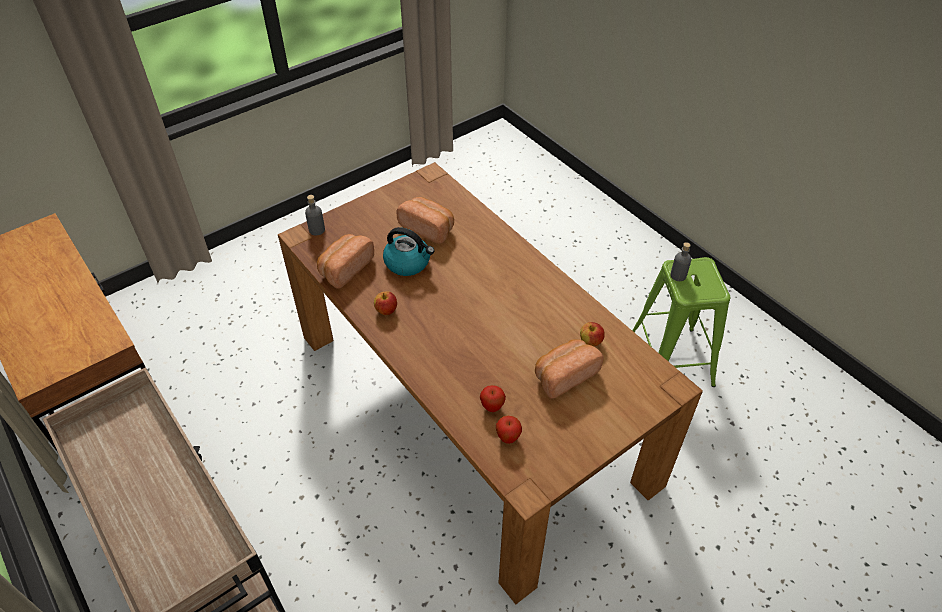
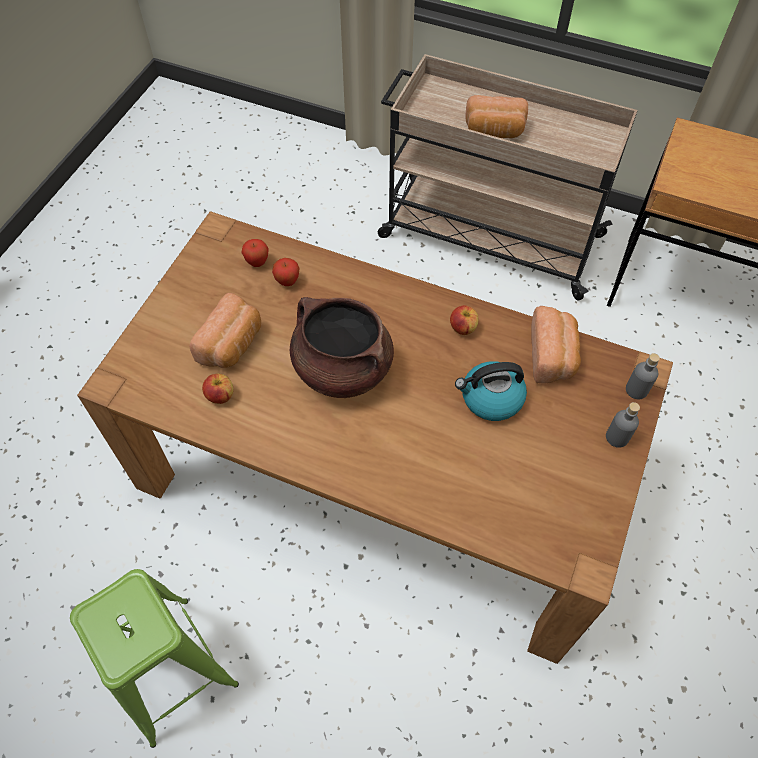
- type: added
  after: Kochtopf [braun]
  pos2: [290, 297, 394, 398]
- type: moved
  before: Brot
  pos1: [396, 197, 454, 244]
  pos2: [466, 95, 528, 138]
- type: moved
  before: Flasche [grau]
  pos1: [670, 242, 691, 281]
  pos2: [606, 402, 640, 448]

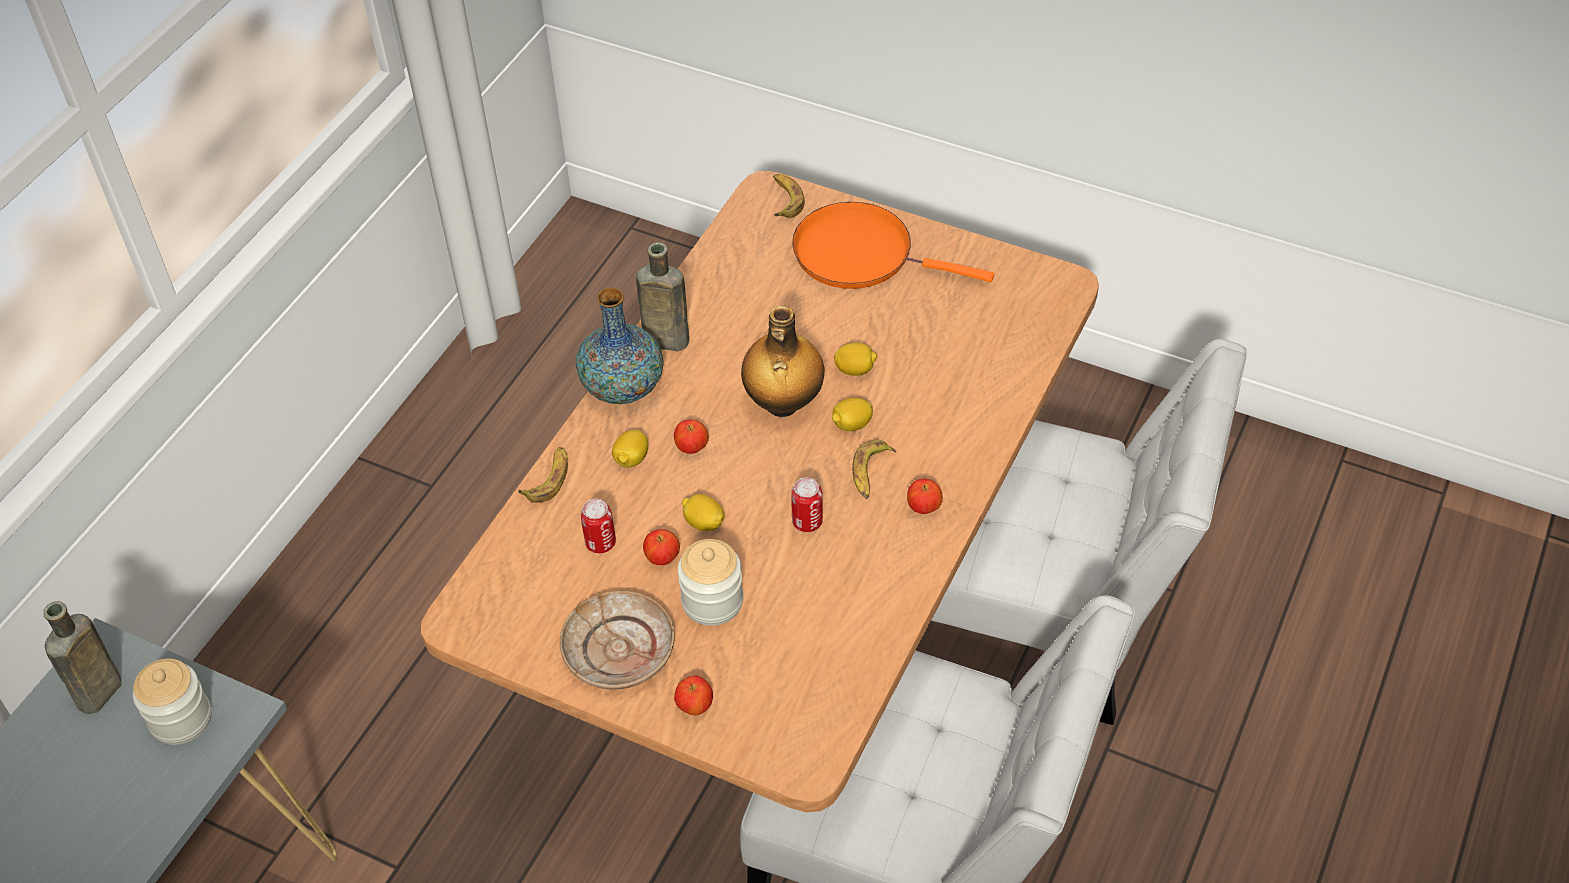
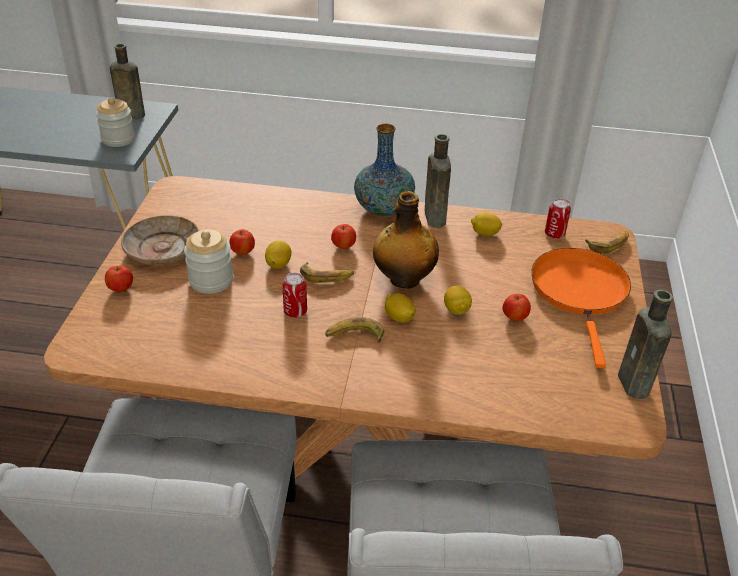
- type: moved
  before: Banane
  pos1: [518, 447, 568, 503]
  pos2: [300, 262, 354, 283]
- type: moved
  before: Zitrone
  pos1: [612, 430, 648, 468]
  pos2: [471, 213, 502, 236]
- type: moved
  before: Apfel
  pos1: [907, 479, 943, 514]
  pos2: [503, 294, 531, 321]
- type: moved
  before: Dose
  pos1: [581, 499, 616, 553]
  pos2: [545, 198, 571, 239]
- type: added
  after: Flasche [braun]
  pos2: [618, 289, 673, 399]

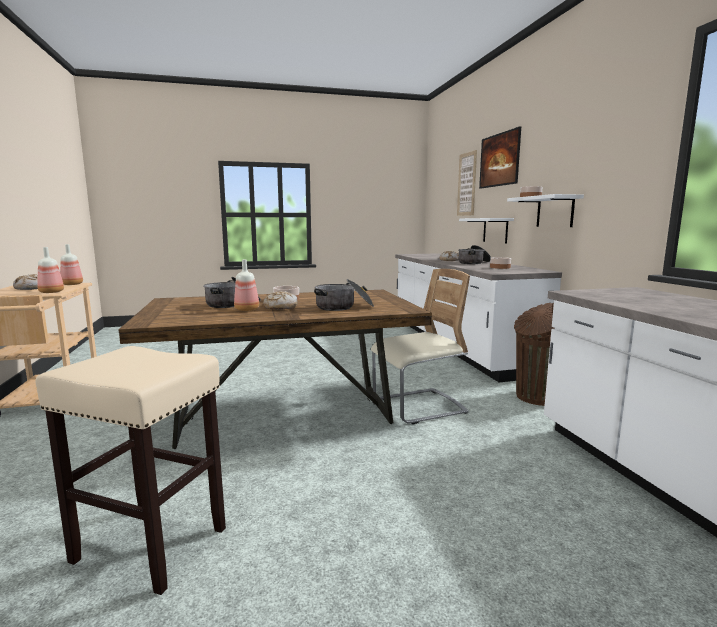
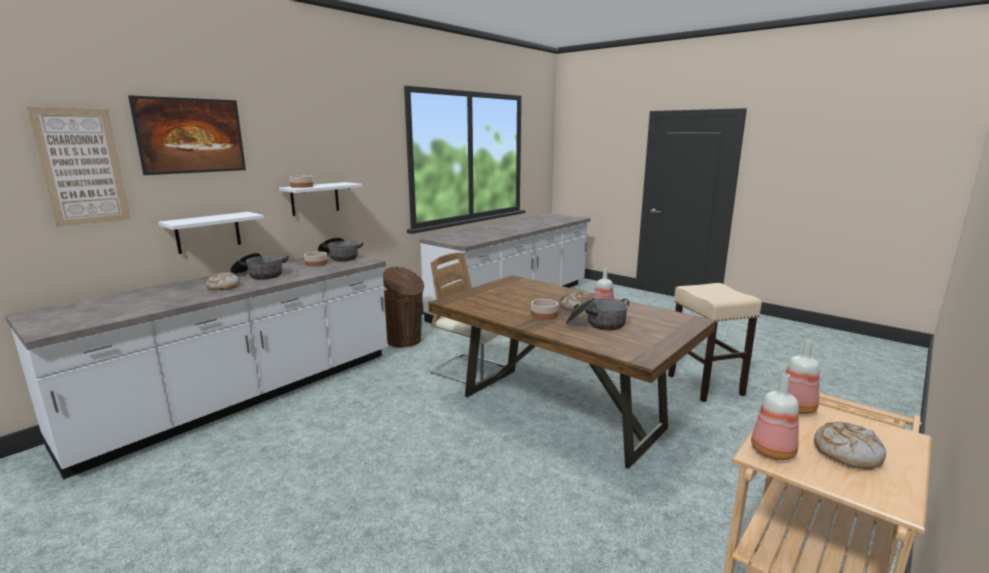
- type: moved
  before: Kochtopf
  pos1: [314, 279, 374, 311]
  pos2: [318, 238, 363, 261]

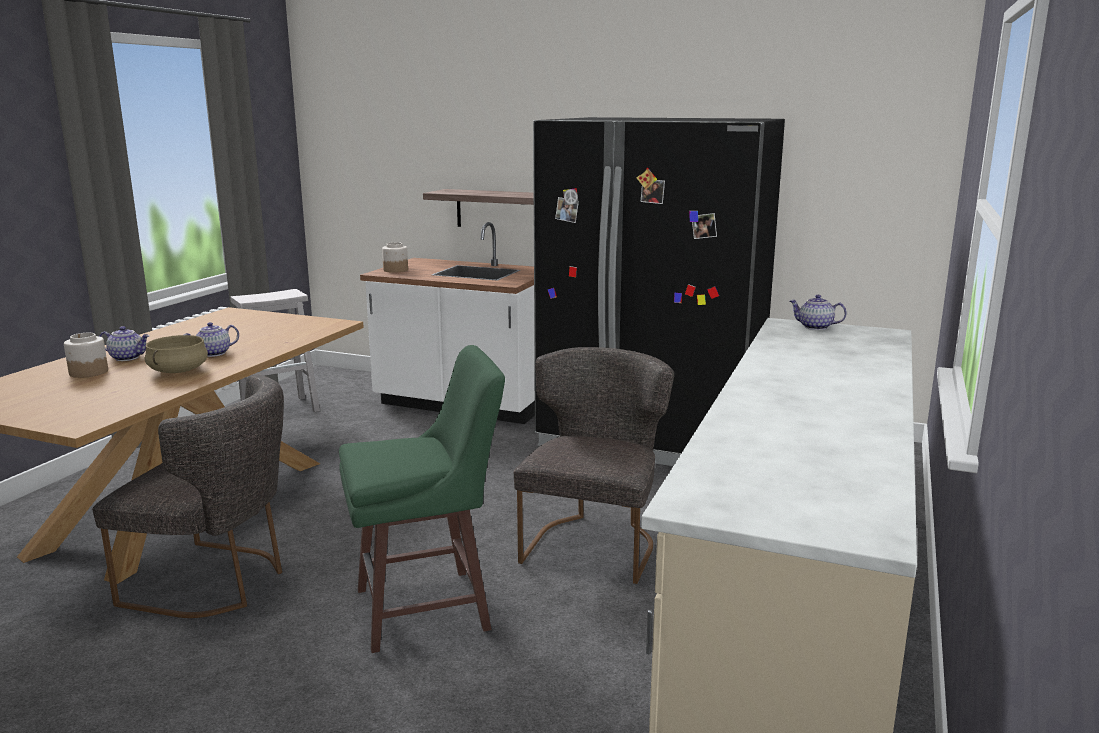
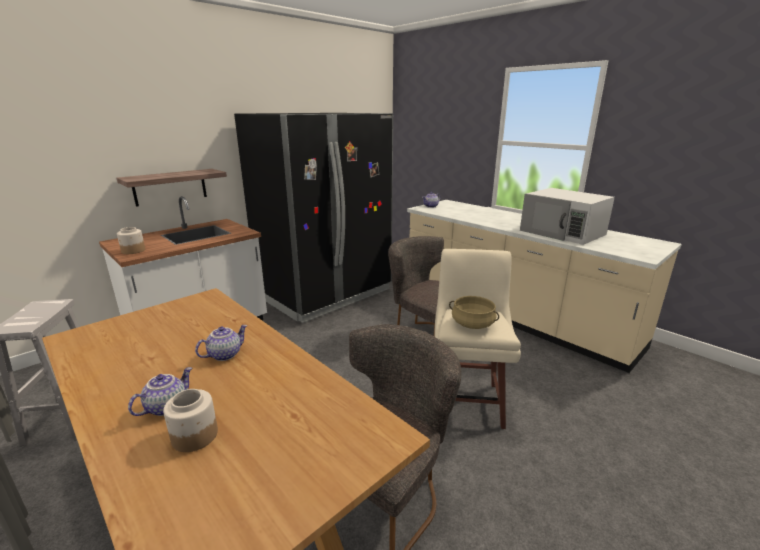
- type: turned
  before: Teekanne
  pos1: [184, 322, 239, 357]
  pos2: [195, 325, 248, 361]
  turn: -120
- type: recoloured
  before: Hocker [grün]
  after: Hocker [beige]
  pos1: [339, 345, 505, 653]
  pos2: [435, 249, 521, 429]
- type: moved
  before: Kochtopf [beige]
  pos1: [145, 335, 208, 373]
  pos2: [449, 296, 499, 329]
- type: added
  after: Mikrowelle [weiß]
  pos2: [520, 188, 615, 245]

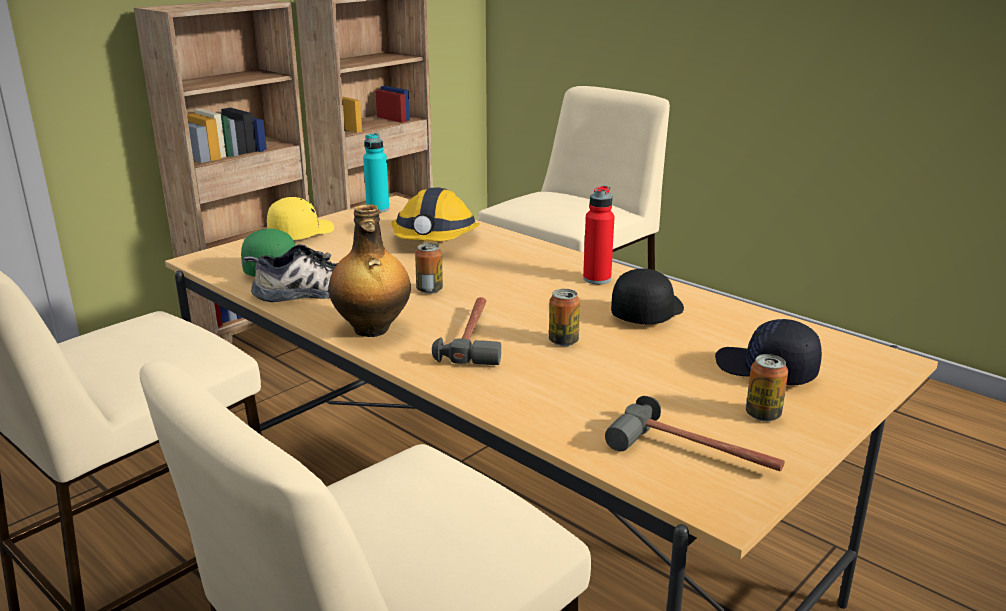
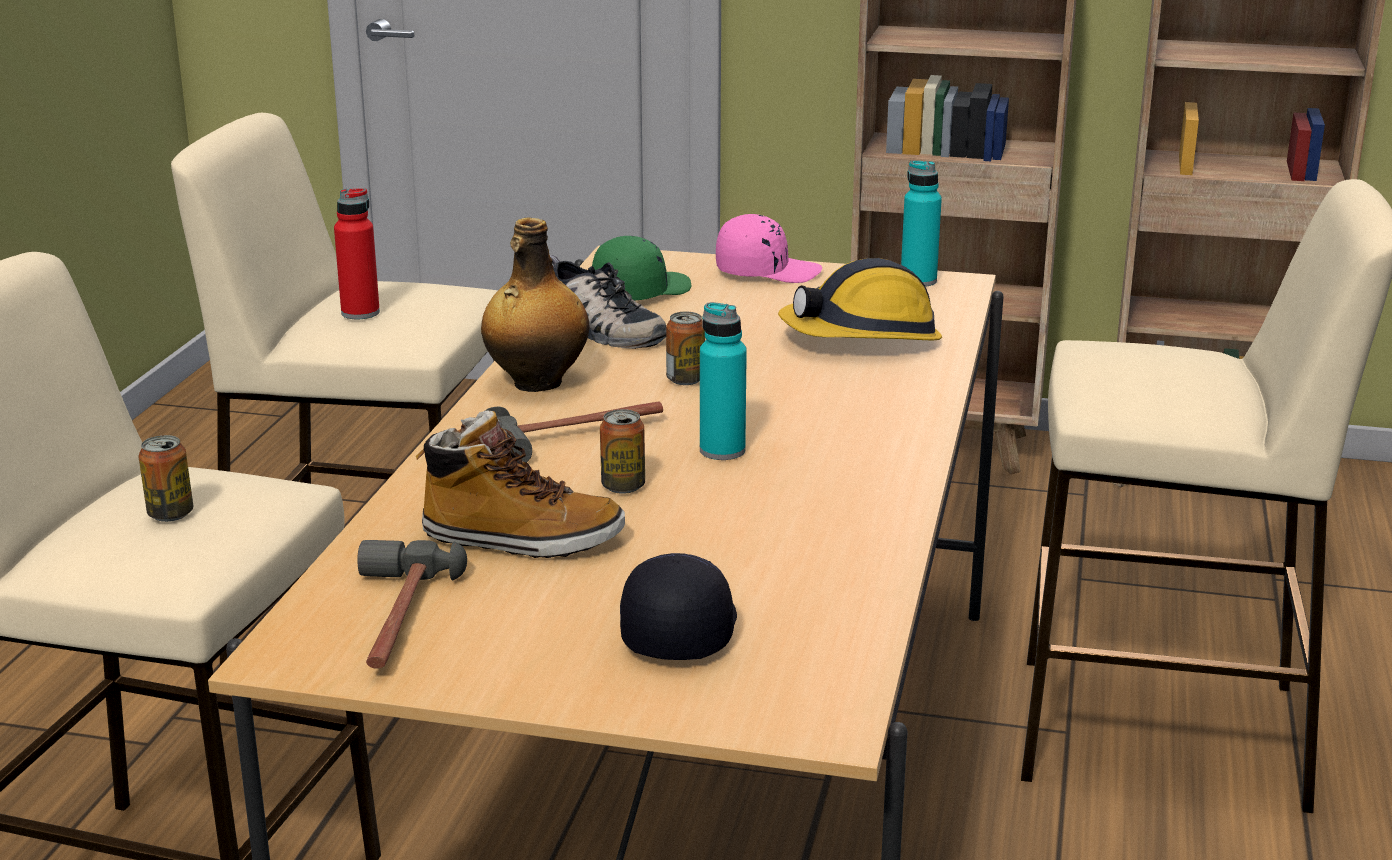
- type: moved
  before: Dose
  pos1: [746, 354, 788, 422]
  pos2: [138, 435, 193, 522]
- type: moved
  before: Flasche [rot]
  pos1: [583, 186, 615, 284]
  pos2: [334, 188, 380, 319]
- type: added
  after: Stiefel
  pos2: [416, 411, 625, 558]
- type: added
  after: Flasche [türkis]
  pos2: [700, 302, 747, 460]
- type: recoloured
  before: Kappe [gelb]
  after: Kappe [rosa]
  pos1: [267, 197, 334, 240]
  pos2: [716, 214, 822, 283]
- type: removed
  before: Kappe [schwarz]
  pos1: [611, 268, 684, 325]

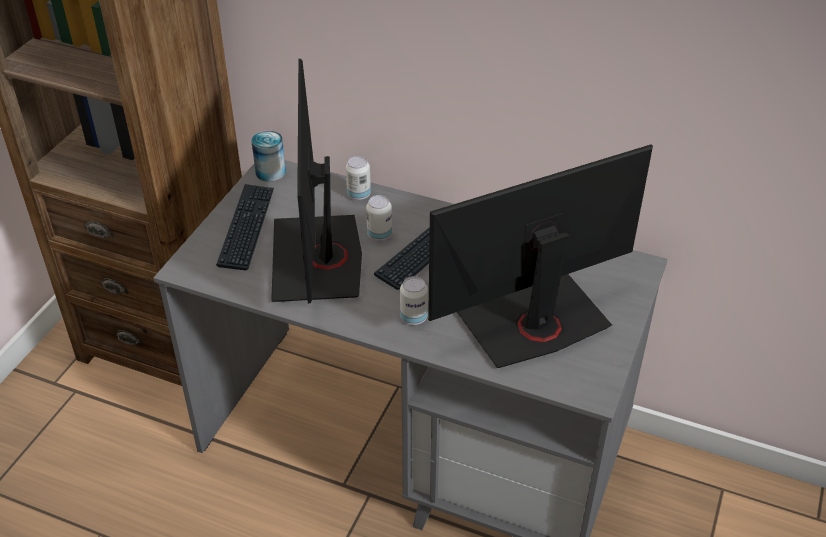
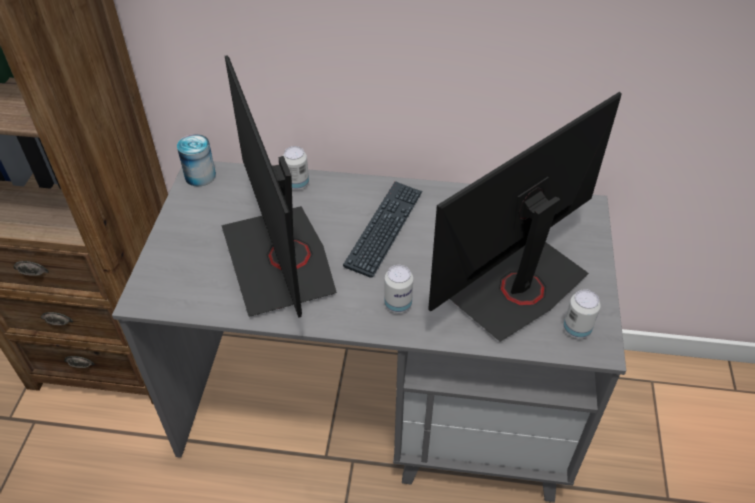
- type: moved
  before: Dose
  pos1: [366, 195, 392, 241]
  pos2: [563, 289, 601, 339]
- type: removed
  before: Tastatur
  pos1: [216, 184, 274, 270]

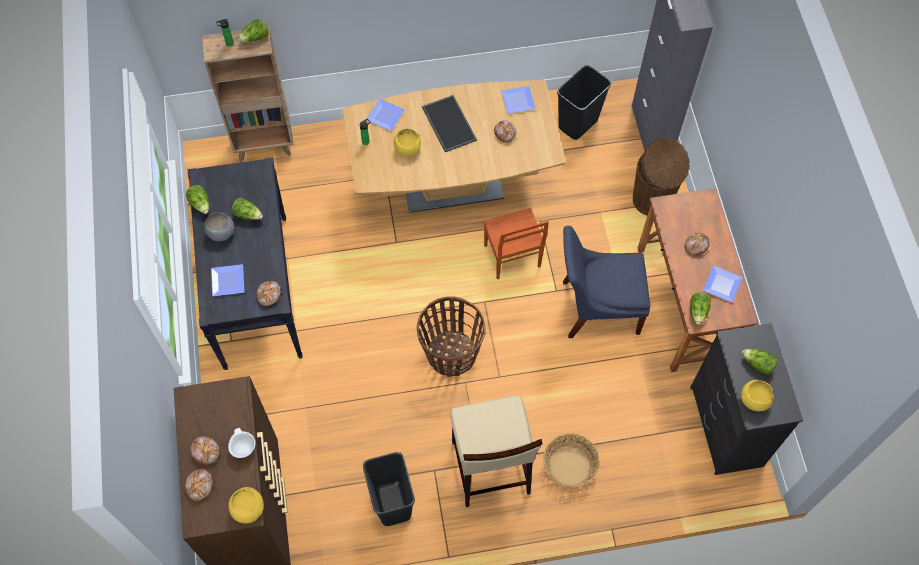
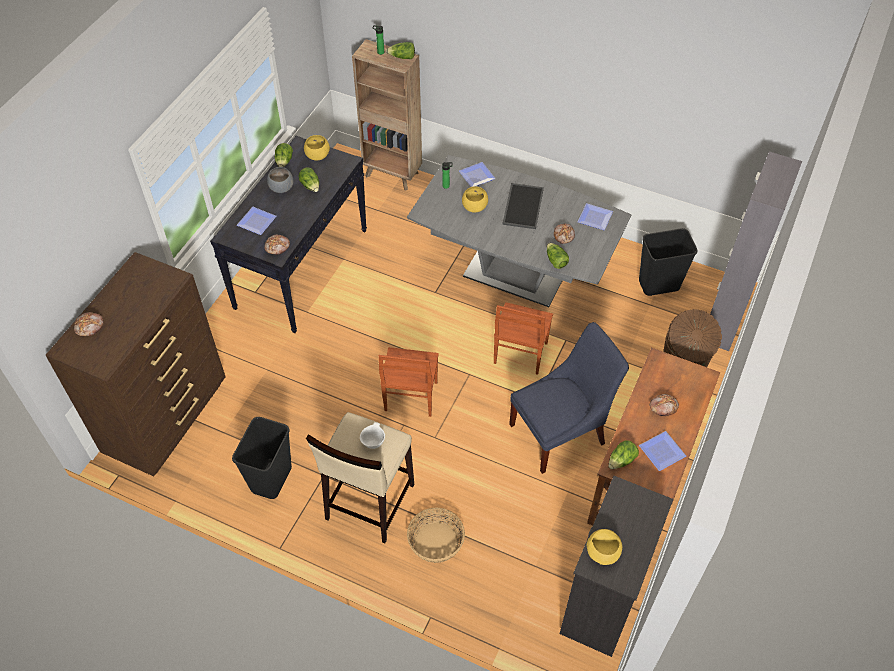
- type: moved
  before: Schüssel [gelb]
  pos1: [228, 487, 264, 524]
  pos2: [304, 135, 330, 161]
- type: moved
  before: Schüssel [weiß]
  pos1: [228, 428, 255, 458]
  pos2: [360, 422, 385, 449]
- type: replaced
  before: Korb
  after: Stuhl [braun]
  pos1: [417, 296, 485, 377]
  pos2: [379, 347, 439, 417]
- type: recoloured
  before: Esstisch [braun]
  after: Esstisch [grau]
  pos1: [342, 80, 566, 213]
  pos2: [407, 155, 632, 307]
- type: turned
  before: Stuhl [blau]
  pos1: [563, 226, 650, 338]
  pos2: [509, 322, 629, 474]
  turn: 120
- type: moved
  before: Salatkopf
  pos1: [742, 349, 777, 375]
  pos2: [547, 243, 569, 269]
- type: removed
  before: Brot
  pos1: [190, 436, 219, 465]

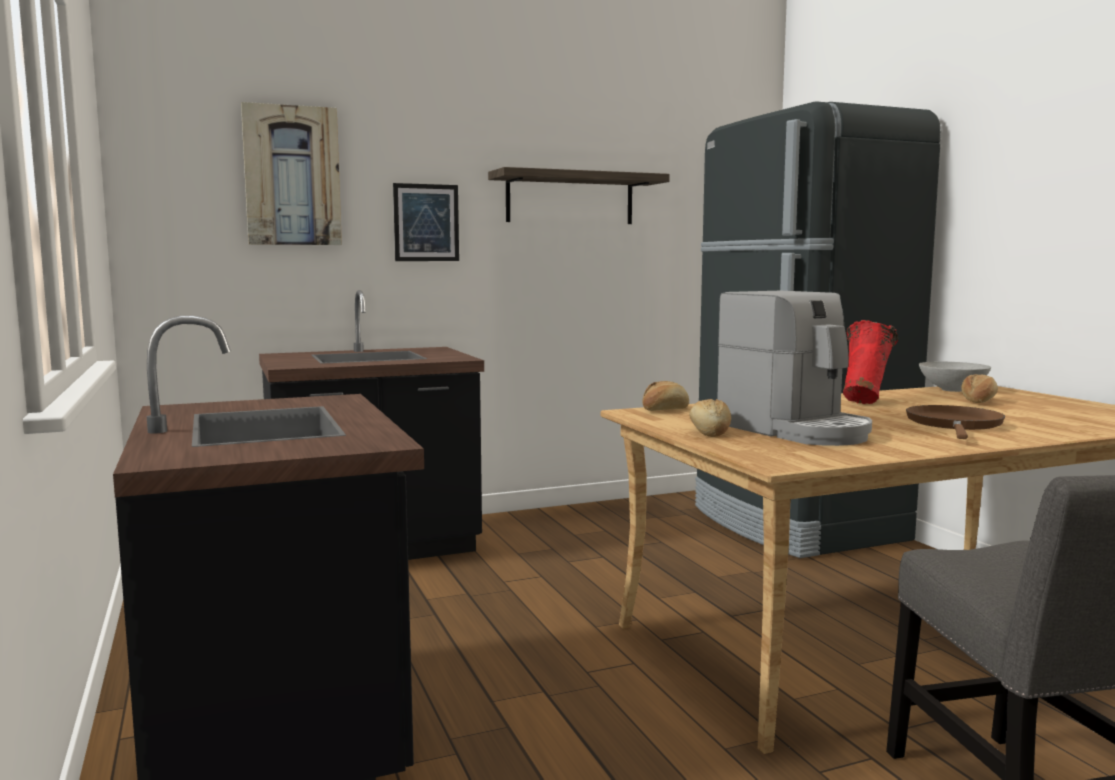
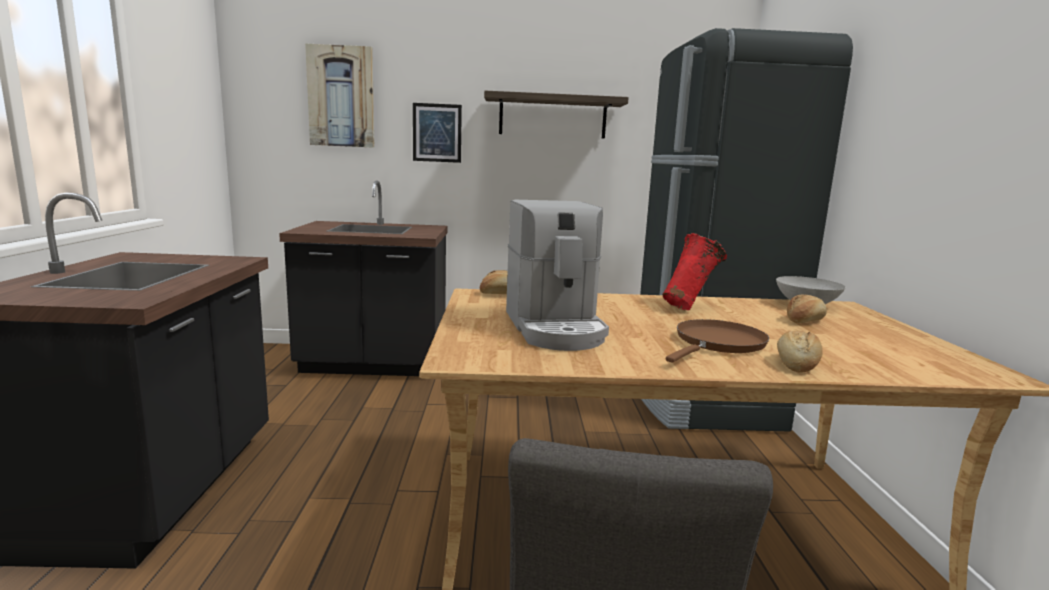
- type: moved
  before: Brot
  pos1: [689, 399, 731, 437]
  pos2: [777, 331, 823, 373]

